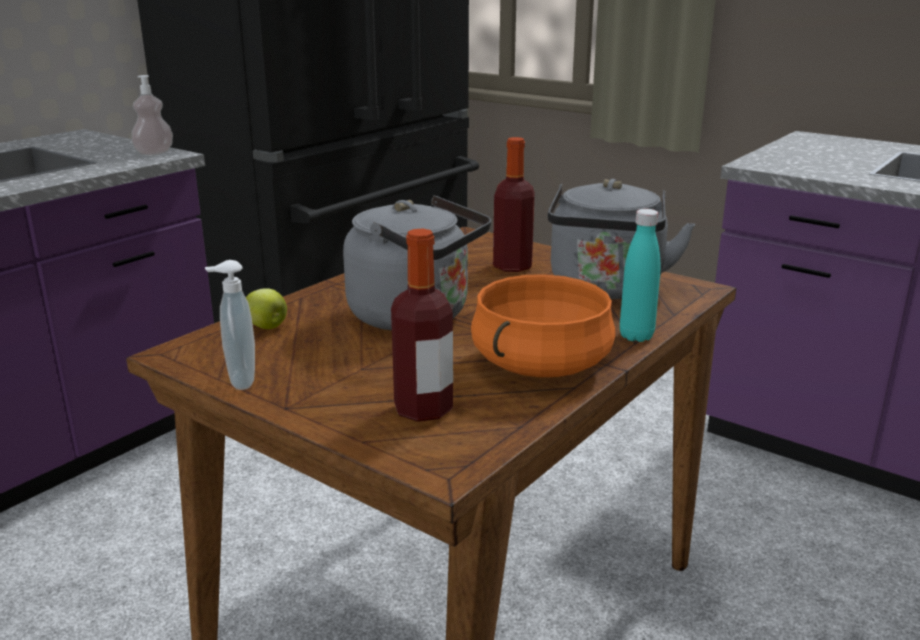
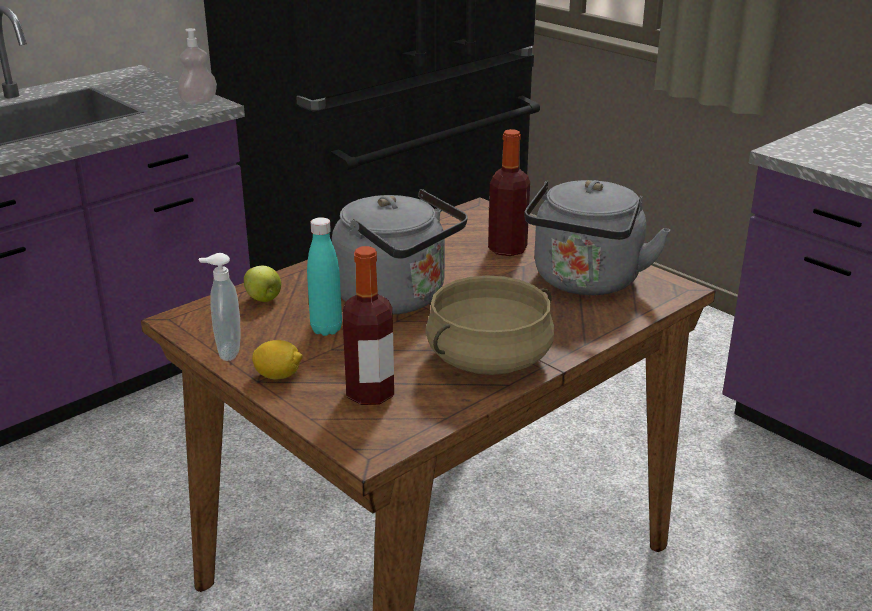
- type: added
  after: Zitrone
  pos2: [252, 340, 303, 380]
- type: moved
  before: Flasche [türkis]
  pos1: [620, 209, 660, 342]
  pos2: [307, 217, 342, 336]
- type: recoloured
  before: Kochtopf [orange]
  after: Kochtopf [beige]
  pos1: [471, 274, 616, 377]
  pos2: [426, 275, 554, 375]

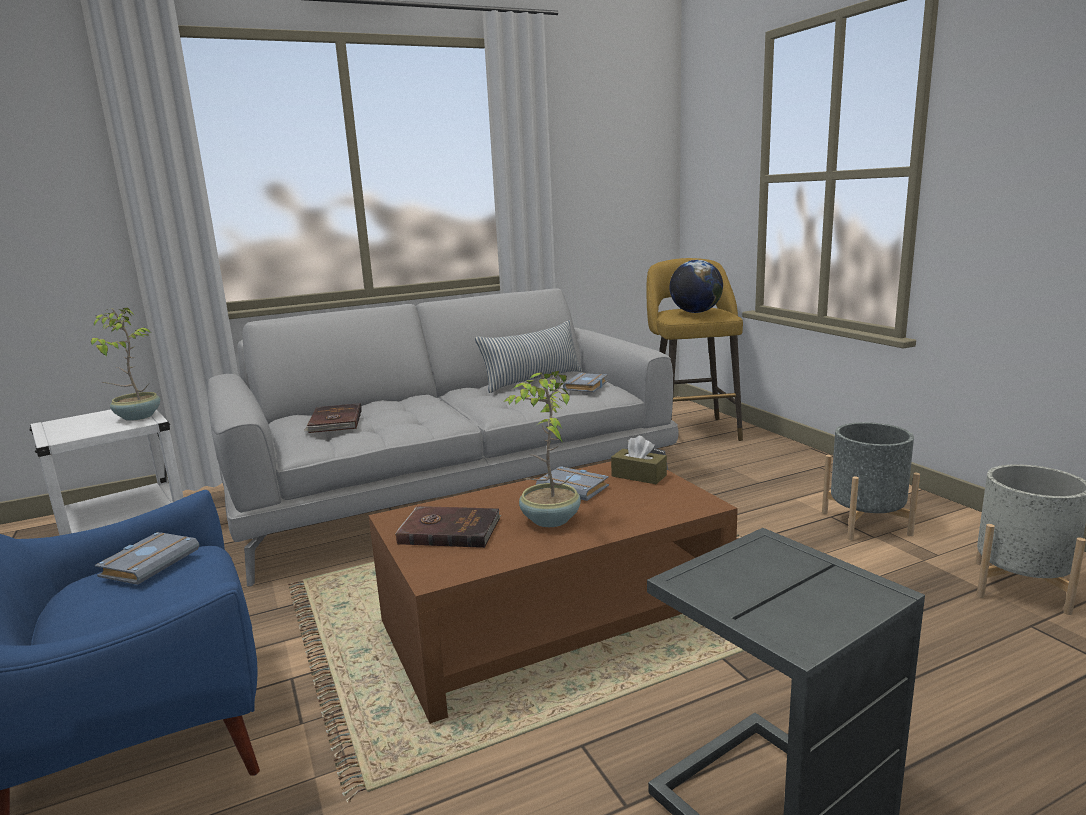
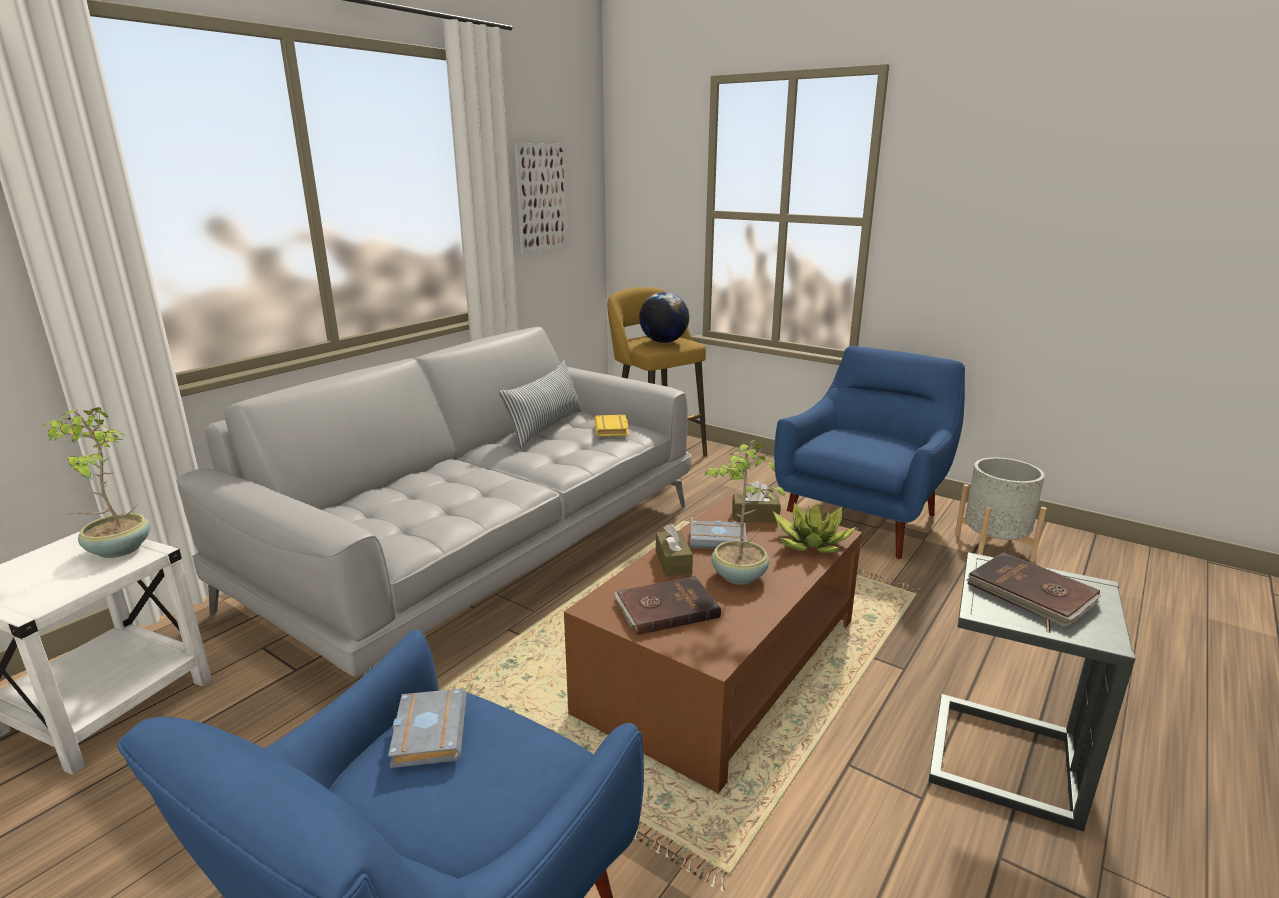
- type: added
  after: Bild
  pos2: [514, 143, 568, 253]
- type: recoloured
  before: Buch [grau]
  after: Buch [gelb]
  pos1: [563, 373, 608, 392]
  pos2: [595, 415, 629, 436]
- type: added
  after: Taschentuchbox [braun]
  pos2: [656, 524, 693, 576]
- type: added
  after: Topfpflanze
  pos2: [773, 503, 856, 553]
- type: replaced
  before: Pflanzkübel [grau]
  after: Sessel [blau]
  pos1: [822, 422, 920, 540]
  pos2: [774, 346, 965, 559]
- type: moved
  before: Buch [braun]
  pos1: [304, 403, 362, 433]
  pos2: [966, 552, 1100, 627]

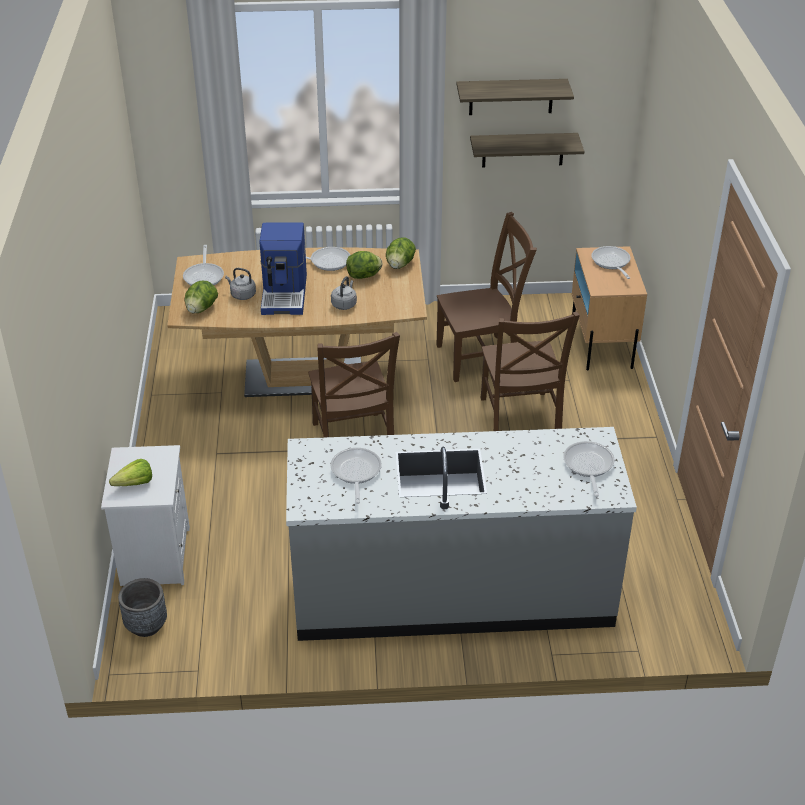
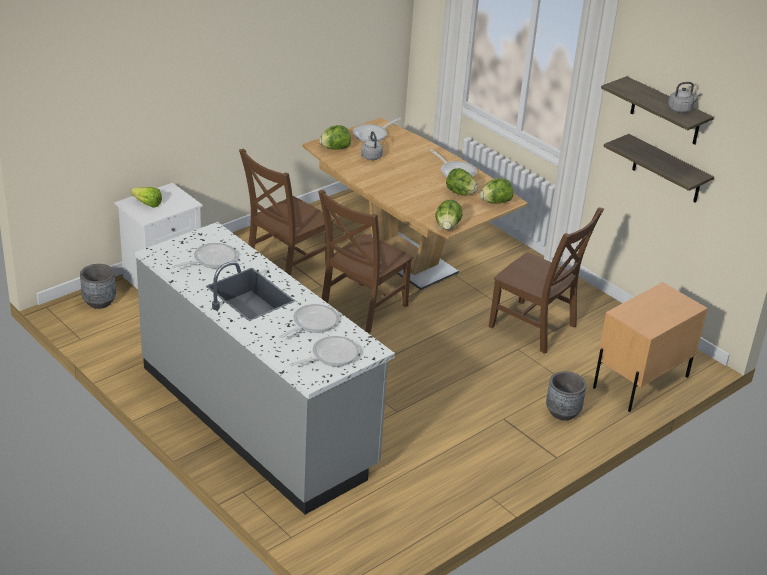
- type: moved
  before: Stuhl [braun]
  pos1: [481, 312, 580, 431]
  pos2: [239, 149, 334, 276]
- type: moved
  before: Pfanne
  pos1: [591, 246, 630, 279]
  pos2: [279, 304, 339, 338]
- type: added
  after: Salatkopf
  pos2: [435, 200, 463, 230]
- type: added
  after: Pflanzkübel [grau]
  pos2: [546, 371, 586, 420]
- type: moved
  before: Wasserkessel [grau]
  pos1: [331, 276, 357, 310]
  pos2: [668, 82, 701, 113]
- type: removed
  before: Kaffeemaschine
  pos1: [259, 223, 307, 315]

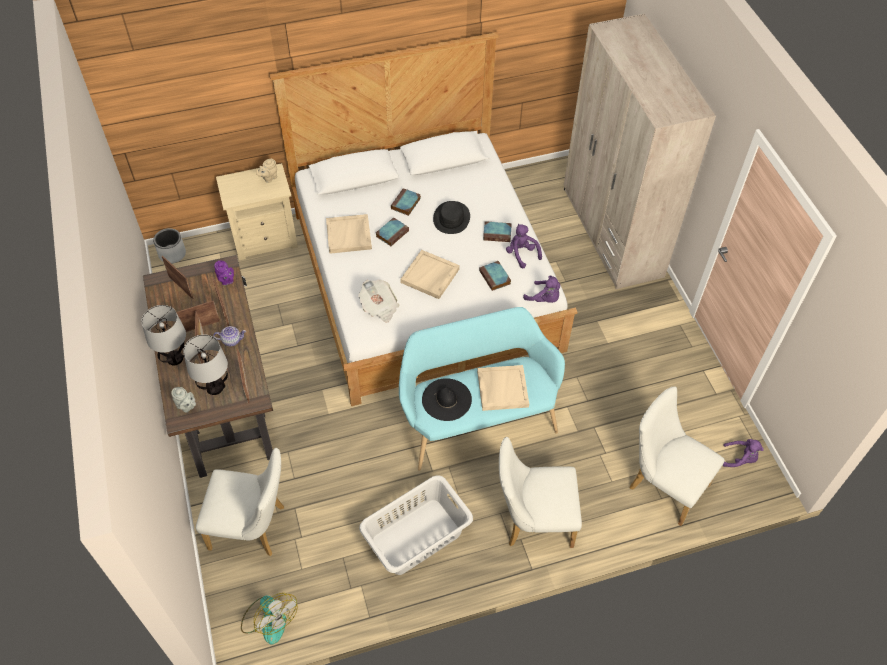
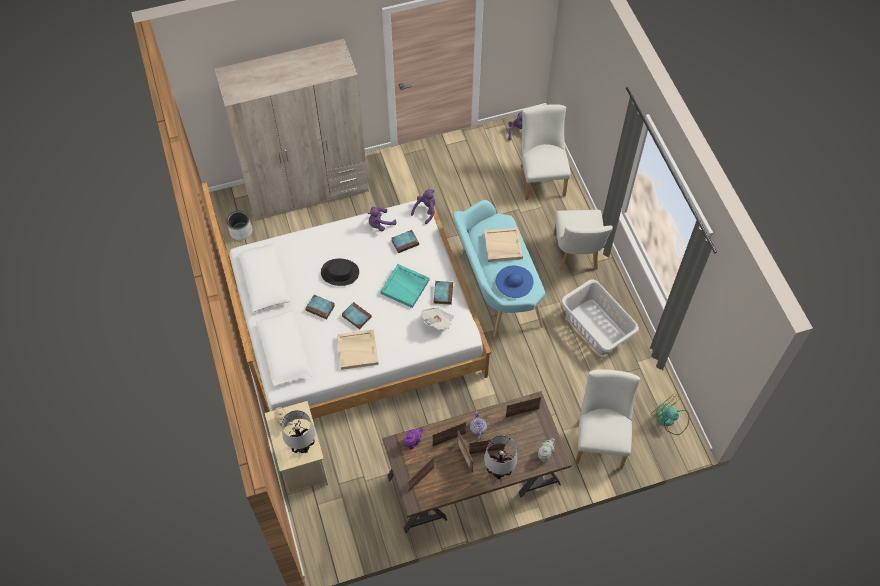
- type: moved
  before: Pflanzkübel [grau]
  pos1: [153, 228, 186, 264]
  pos2: [226, 211, 252, 240]
- type: moved
  before: Tischlampe
  pos1: [183, 334, 228, 395]
  pos2: [281, 410, 315, 453]
- type: recoloured
  before: Tablett [beige]
  after: Tablett [türkis]
  pos1: [400, 250, 460, 299]
  pos2: [380, 264, 429, 308]
- type: moved
  before: Buch
  pos1: [483, 221, 512, 242]
  pos2: [434, 281, 453, 305]
- type: recoloured
  before: Hut [schwarz]
  after: Hut [blau]
  pos1: [422, 378, 472, 421]
  pos2: [496, 266, 534, 298]
- type: turned
  before: Stuhl [weiß]
  pos1: [630, 386, 725, 526]
  pos2: [521, 104, 571, 200]
  turn: 135
- type: turned
  before: Ventilator
  pos1: [241, 593, 297, 645]
  pos2: [652, 393, 690, 435]
  turn: -90

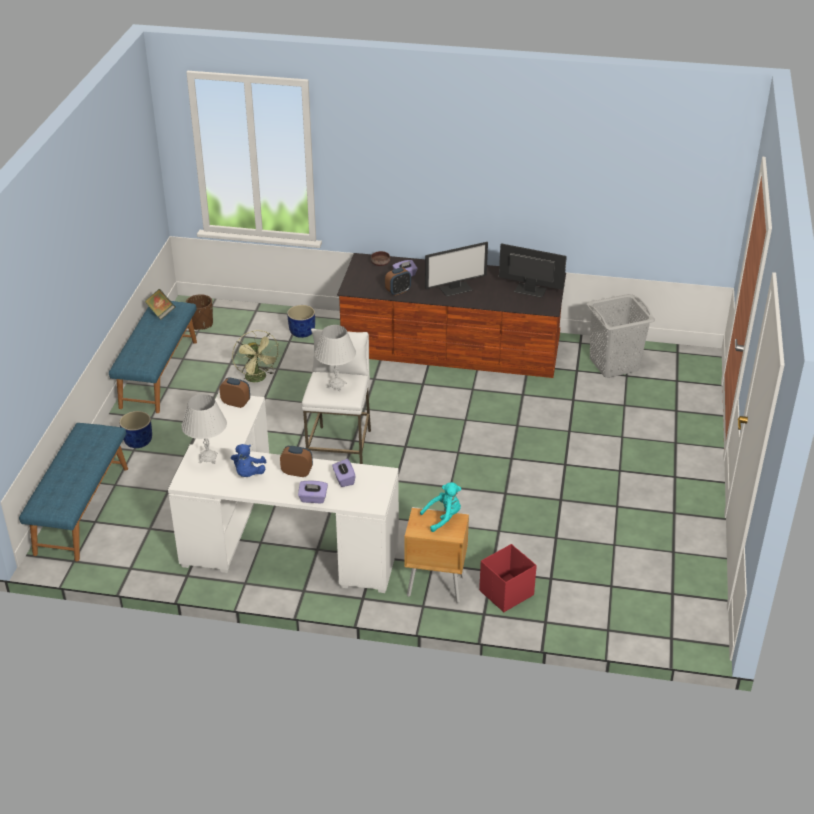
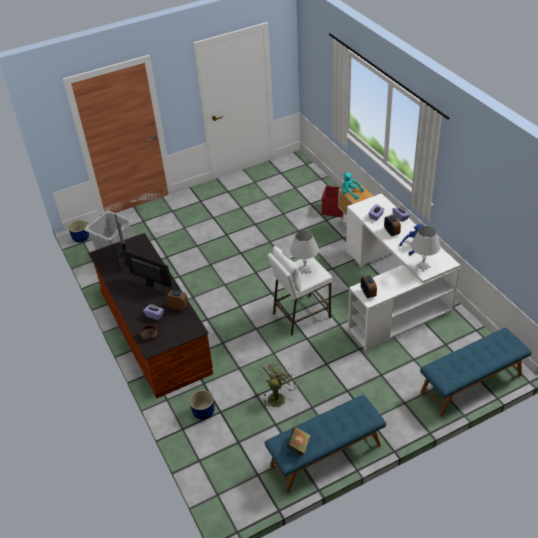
- type: moved
  before: Pflanzkübel [blau]
  pos1: [119, 411, 152, 448]
  pos2: [68, 220, 89, 243]
- type: removed
  before: Pflanzkübel [braun]
  pos1: [186, 294, 213, 330]

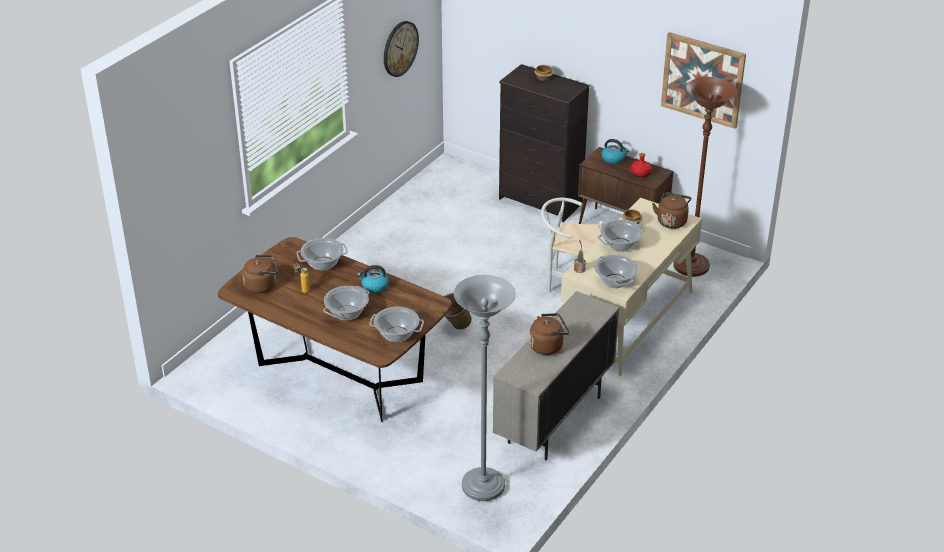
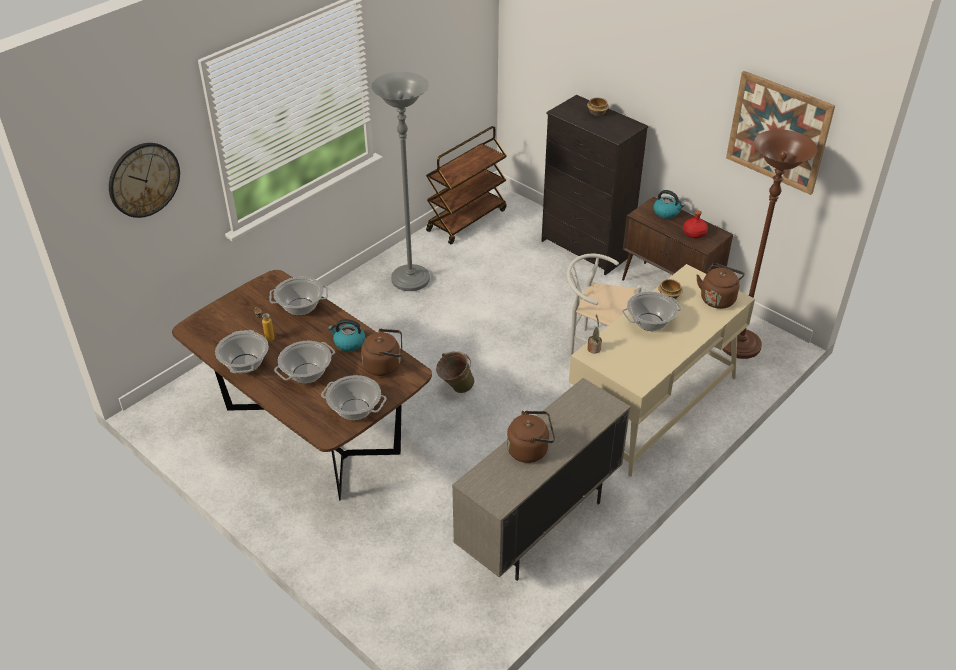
- type: moved
  before: Wanduhr
  pos1: [384, 21, 419, 77]
  pos2: [109, 143, 180, 218]
- type: moved
  before: Kochtopf
  pos1: [594, 254, 638, 288]
  pos2: [215, 330, 269, 373]
- type: moved
  before: Wasserkessel [braun]
  pos1: [242, 255, 278, 294]
  pos2: [361, 329, 402, 376]
- type: moved
  before: Stehlampe [grau]
  pos1: [454, 275, 516, 501]
  pos2: [371, 72, 430, 291]
- type: added
  after: Rollwagen [braun]
  pos2: [426, 126, 507, 244]

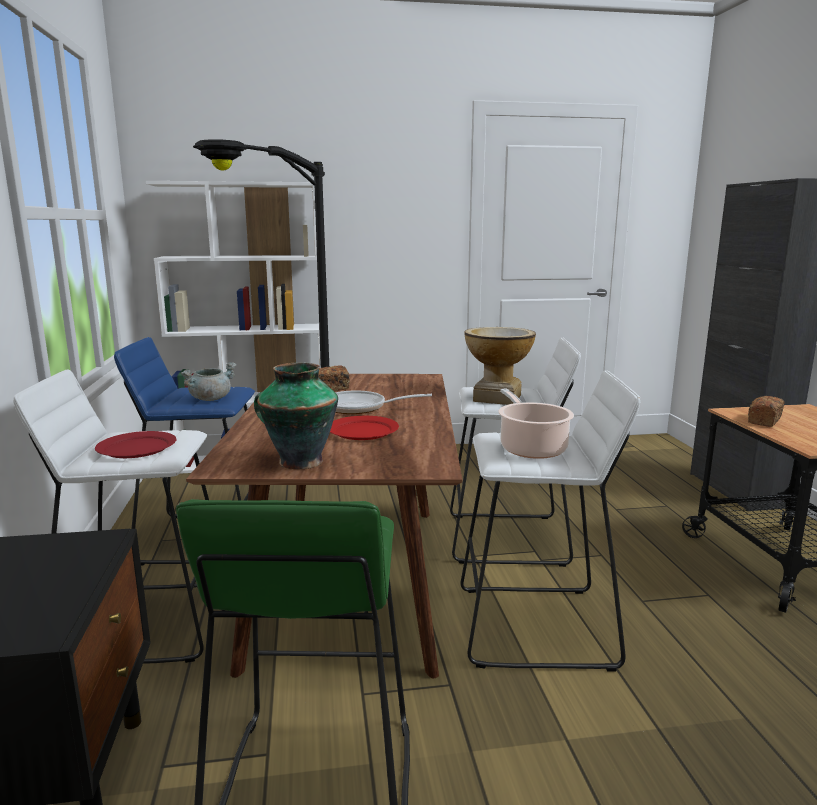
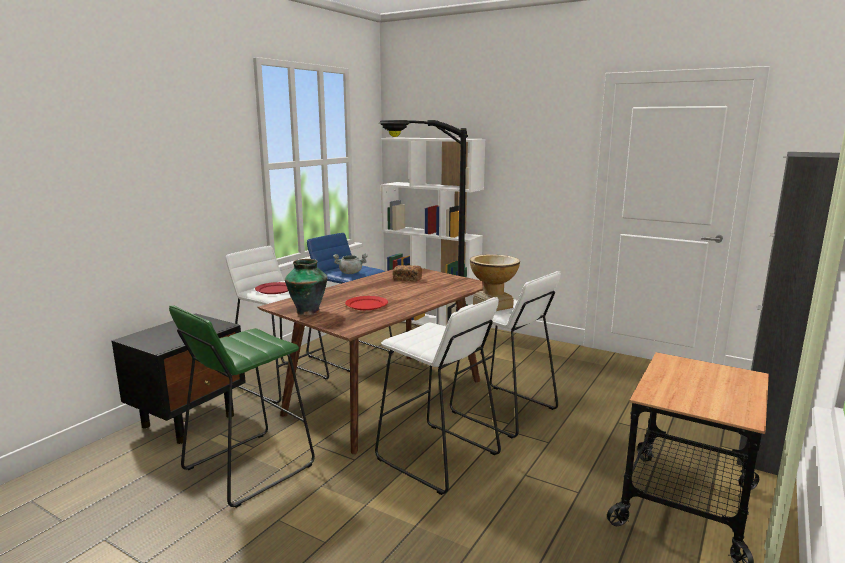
- type: removed
  before: Pfanne
  pos1: [335, 390, 432, 414]
- type: removed
  before: Kochtopf
  pos1: [498, 388, 574, 459]
- type: removed
  before: Brot
  pos1: [748, 396, 784, 427]

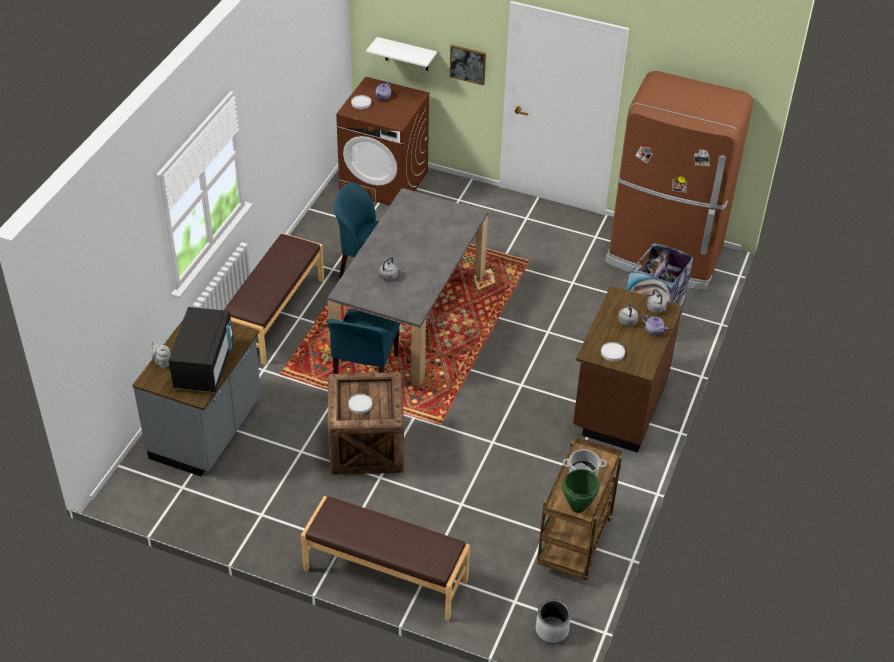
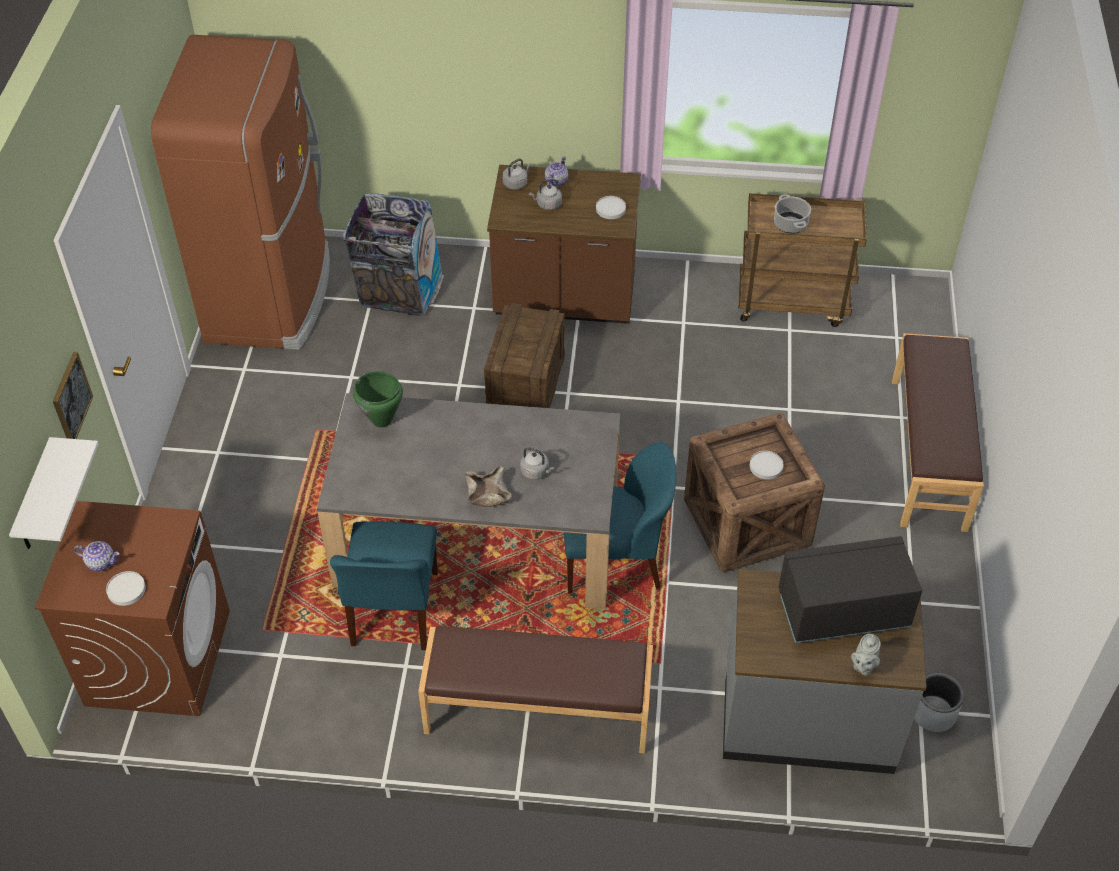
- type: moved
  before: Kochtopf [grün]
  pos1: [562, 469, 600, 513]
  pos2: [353, 371, 403, 428]
- type: added
  after: Schüssel [beige]
  pos2: [465, 466, 512, 507]
- type: added
  after: Kiste
  pos2: [484, 303, 565, 408]
- type: moved
  before: Pflanzkübel [grau]
  pos1: [536, 599, 571, 643]
  pos2: [914, 673, 964, 732]

